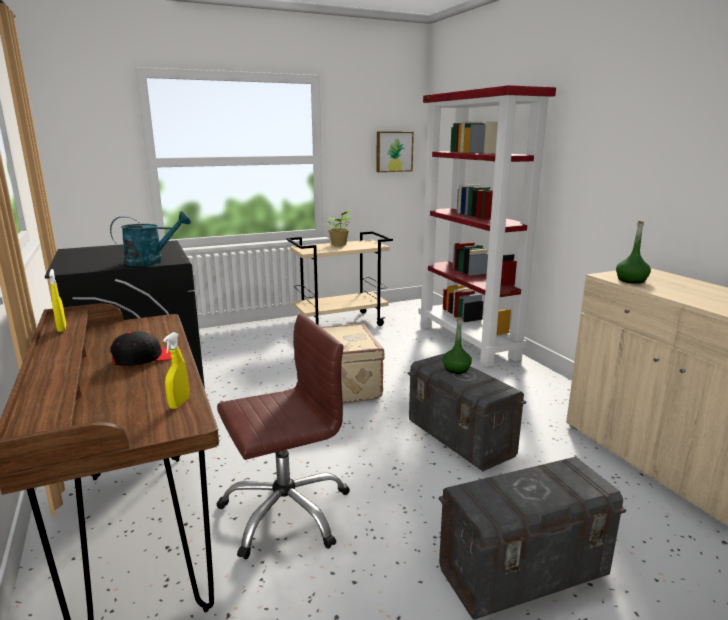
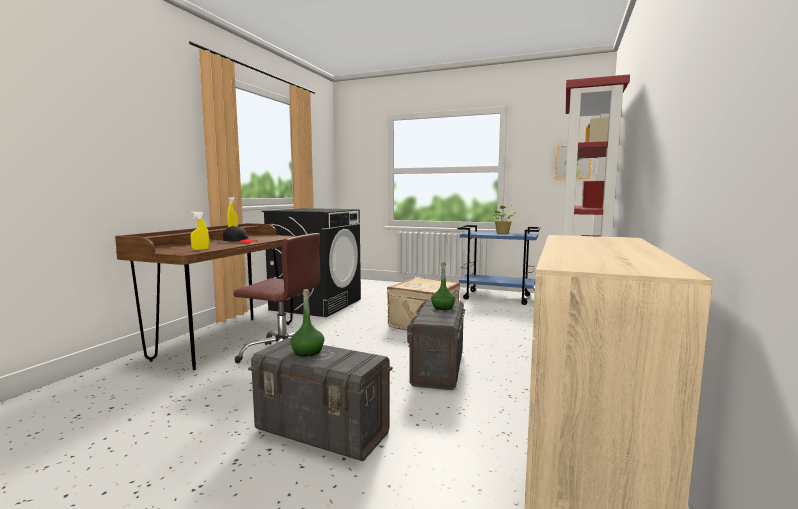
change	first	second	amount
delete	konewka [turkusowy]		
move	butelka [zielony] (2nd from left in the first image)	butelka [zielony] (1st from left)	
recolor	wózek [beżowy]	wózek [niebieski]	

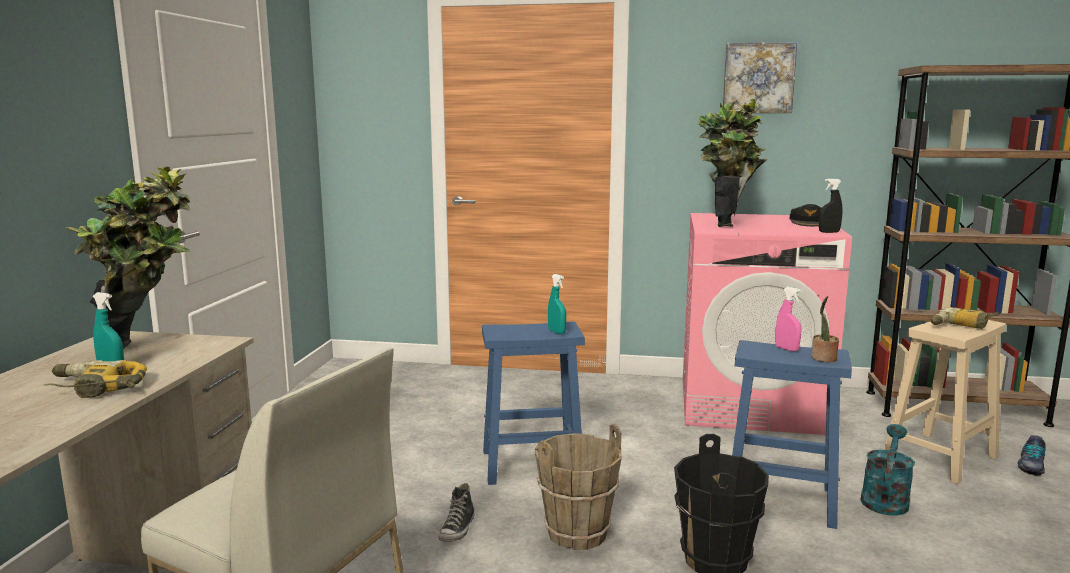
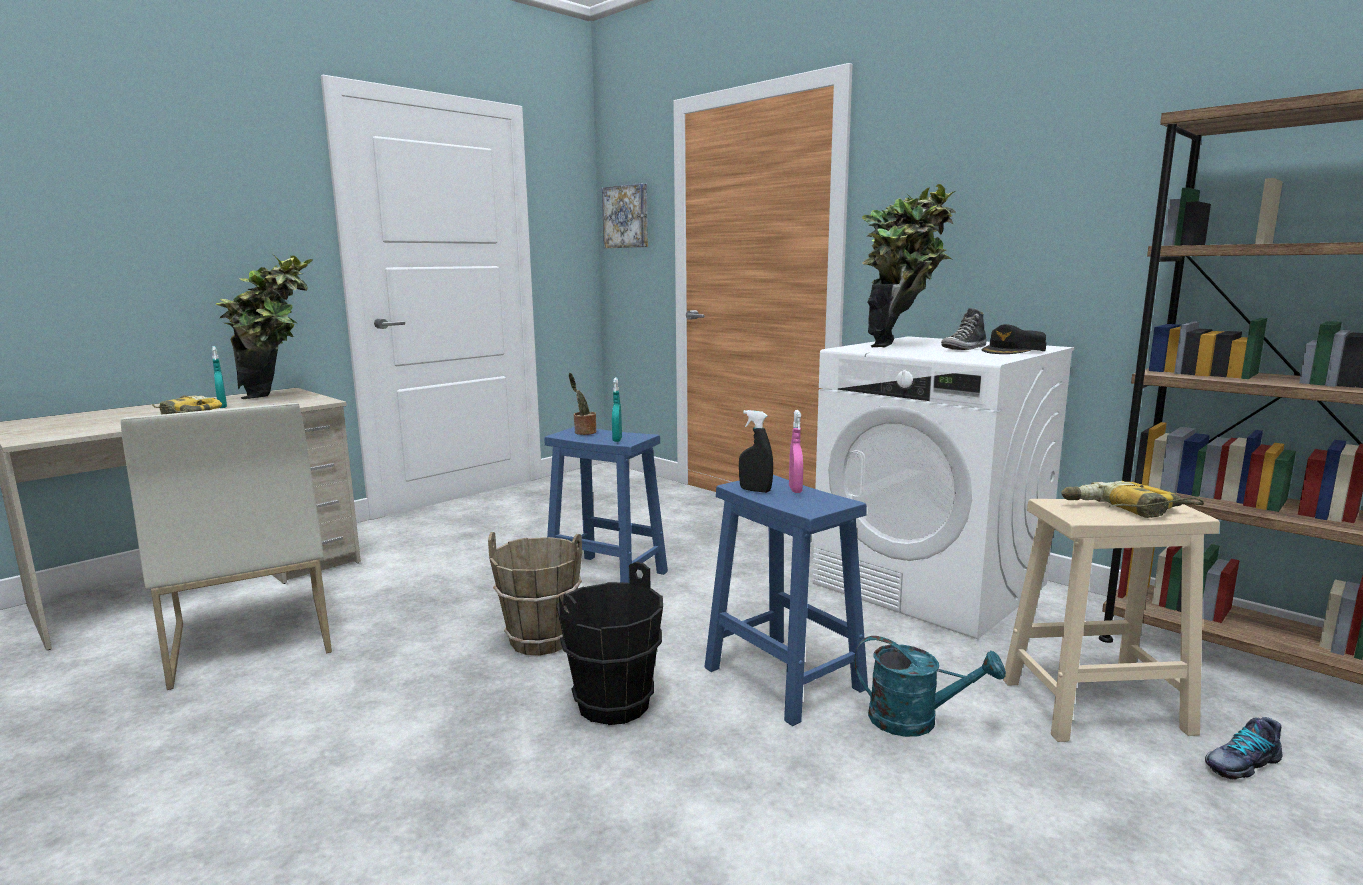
change	first	second	amount
move	obraz		
move	spryskiwacz [czarny]		
recolor	pralka [różowy]	pralka [biały]	
move	roślina doniczkowa (3rd from left in the first image)	roślina doniczkowa (2nd from left)	
rotate	konewka [turkusowy]		45 degrees clockwise
move	but (1st from left)		

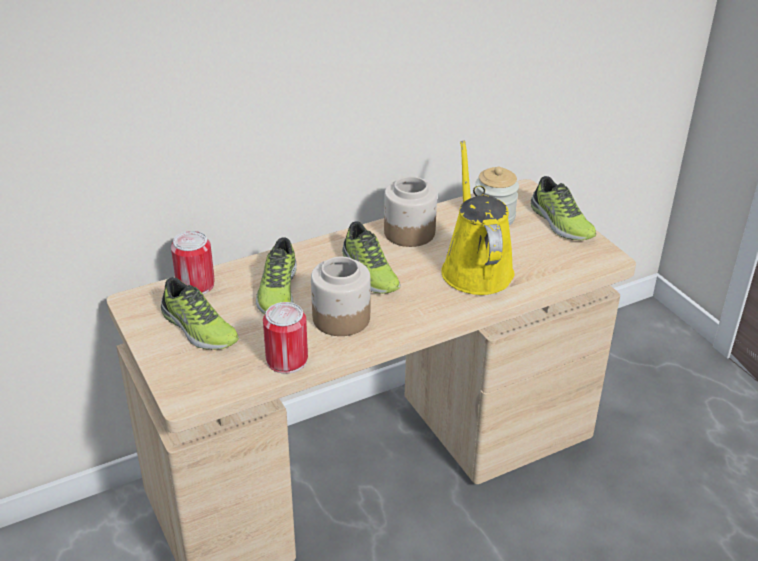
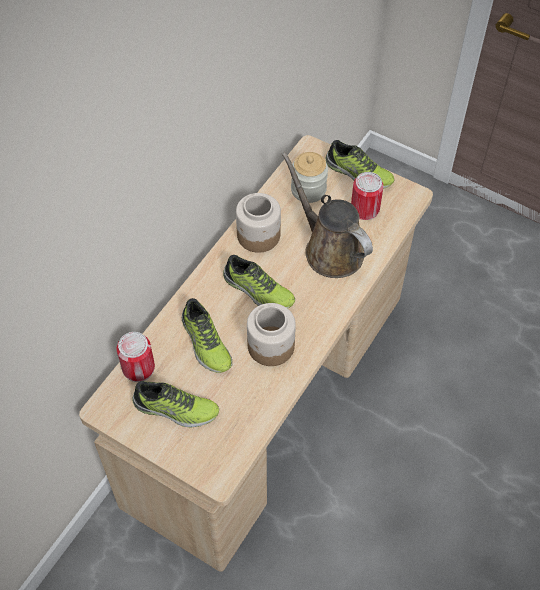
change	first	second	amount
recolor	konewka [żółty]	konewka [brązowy]	
move	puszka (2nd from left)		

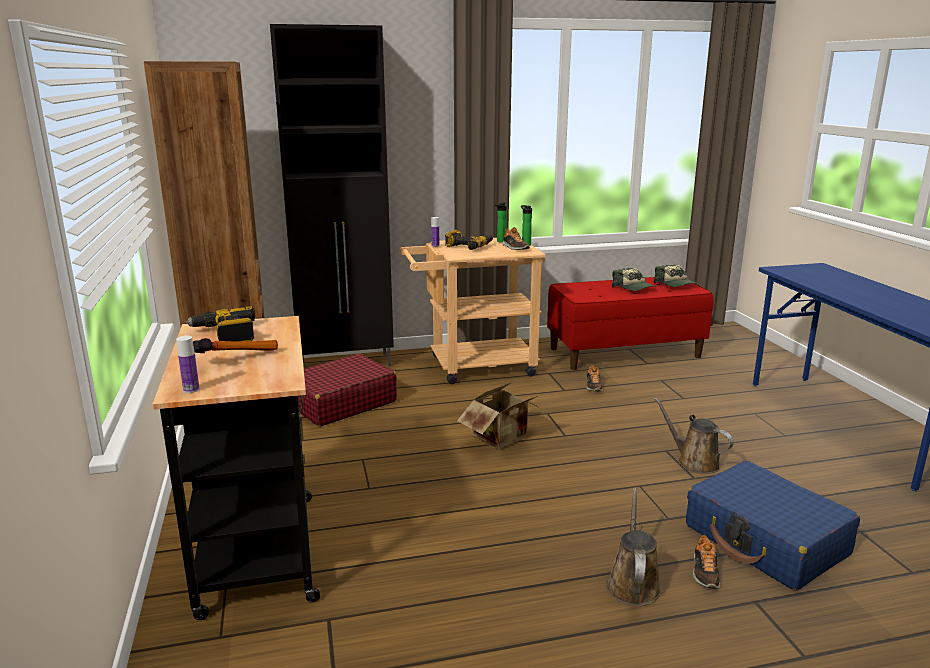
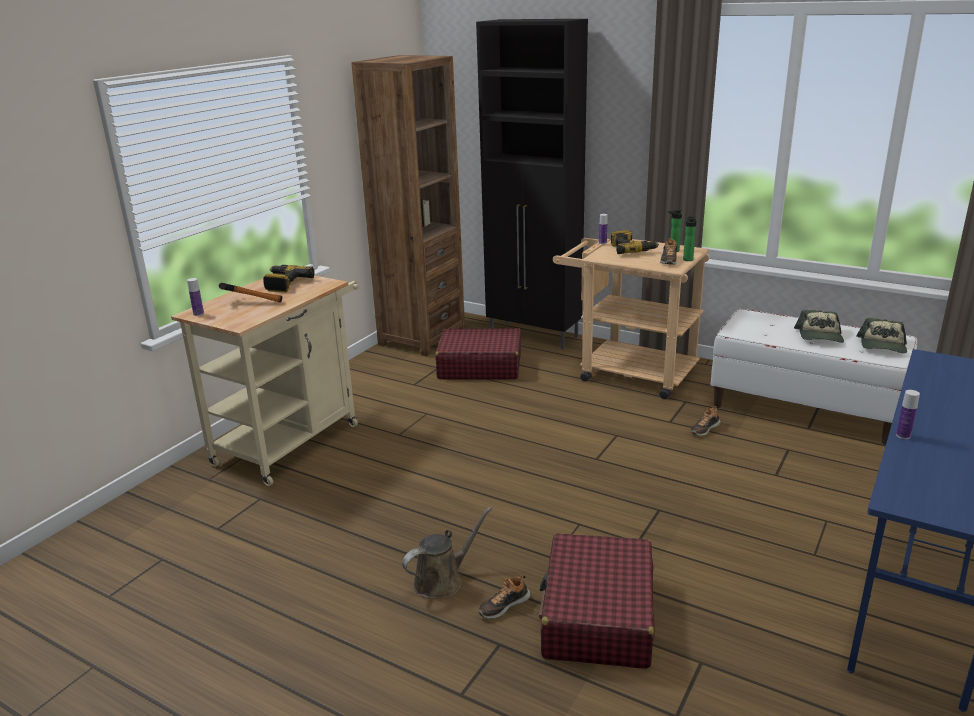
change	first	second	amount
recolor	ławka [czerwony]	ławka [biały]	
recolor	wózek [czarny]	wózek [beżowy] (1st from left)	
delete	karton		
delete	konewka [brązowy] (2nd from left)		
recolor	walizka [niebieski]	walizka [czerwony] (2nd from left)	
insert		butelka (5th from left)	

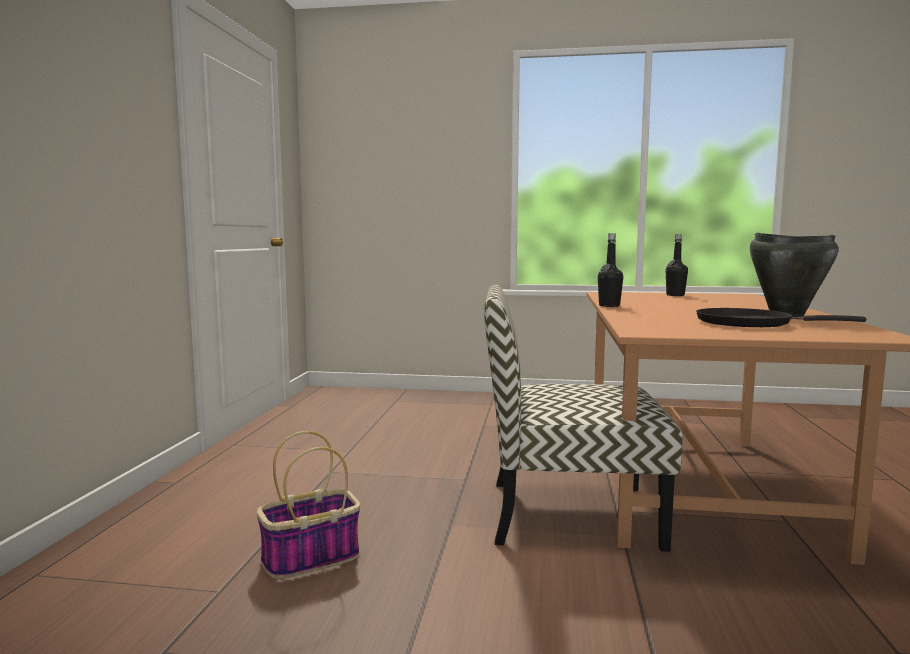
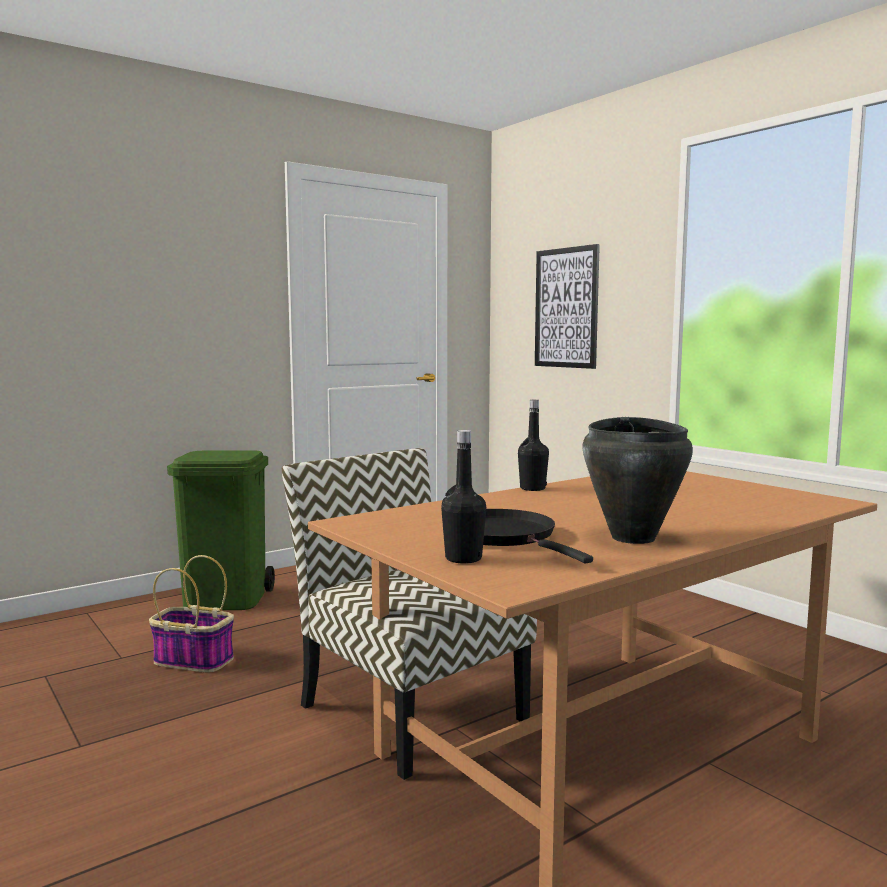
change	first	second	amount
move	butelka [czarny] (2nd from left in the first image)	butelka [czarny] (1st from left)	
insert		obraz	
insert		kosz na śmieci [zielony]	

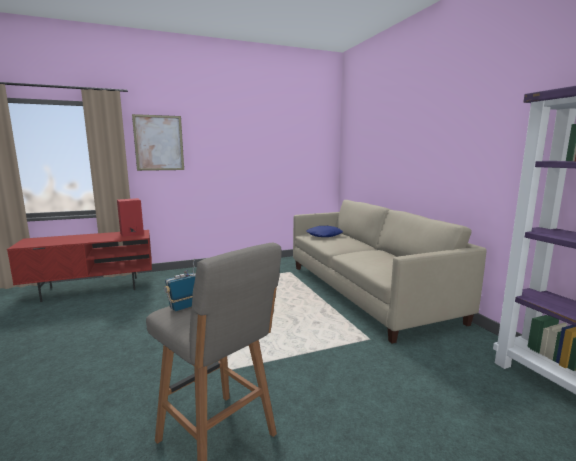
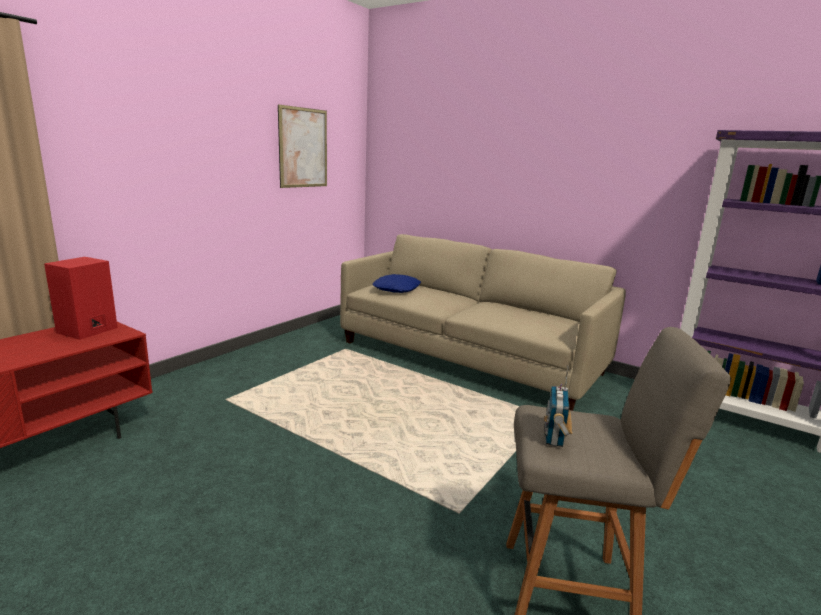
change	first	second	amount
move	obraz		

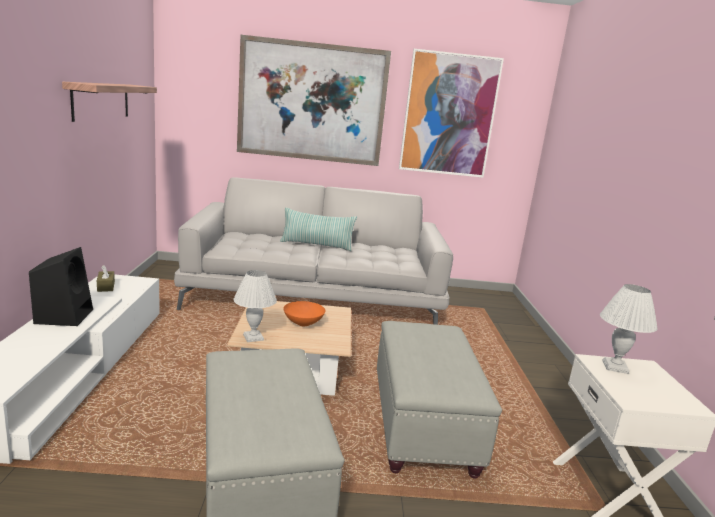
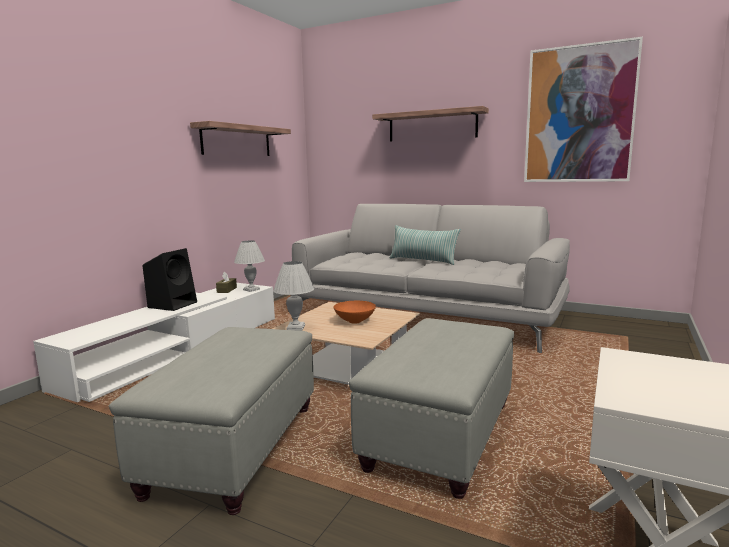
change	first	second	amount
replace	obraz (1st from left)	półka (2nd from left)	
move	lampa stołowa [biały] (2nd from left in the first image)	lampa stołowa [biały] (1st from left)	

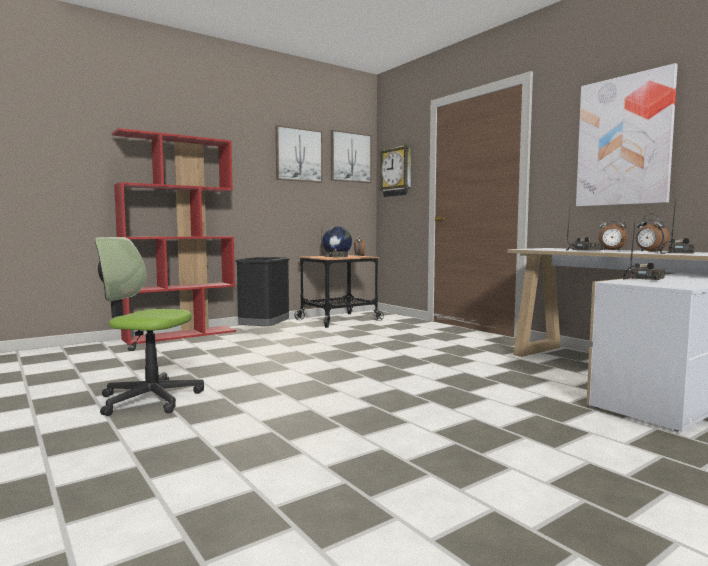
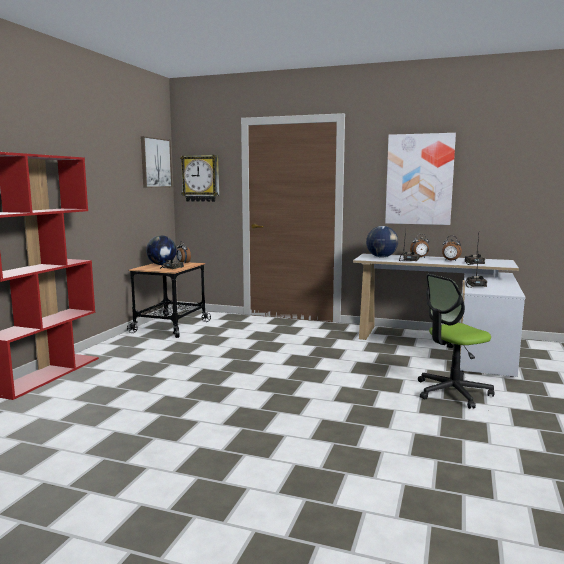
change	first	second	amount
delete	obraz (1st from left)		
move	krzesło biurowe		
delete	kosz na śmieci [czarny]		
insert		globus (2nd from left)	

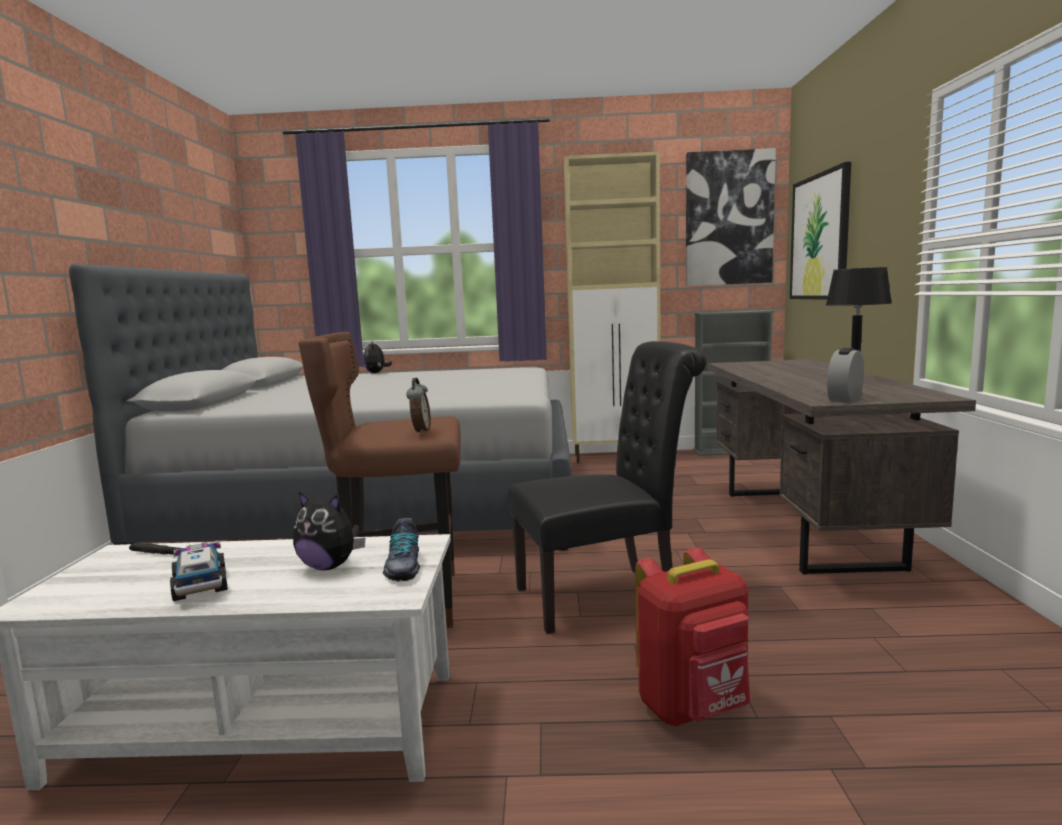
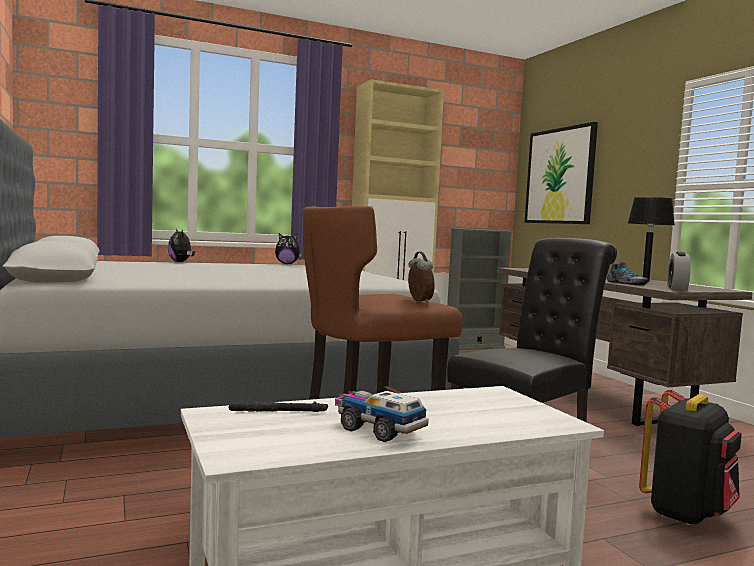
change	first	second	amount
delete	obraz (1st from left)		
move	pluszak (1st from left in the first image)	pluszak (2nd from left)	
move	but		
recolor	plecak [czerwony]	plecak [czarny]	

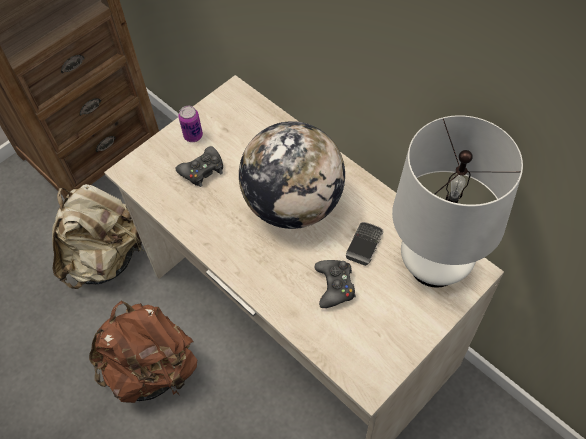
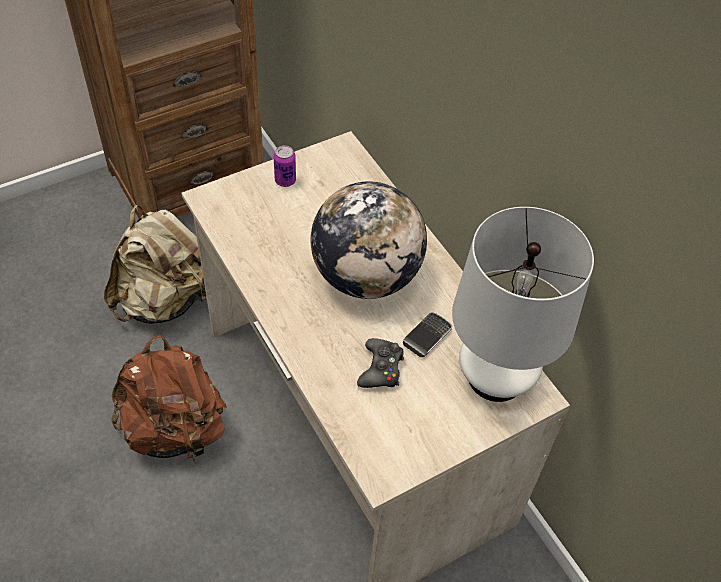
change	first	second	amount
delete	pad do gier [czarny] (1st from left)		

